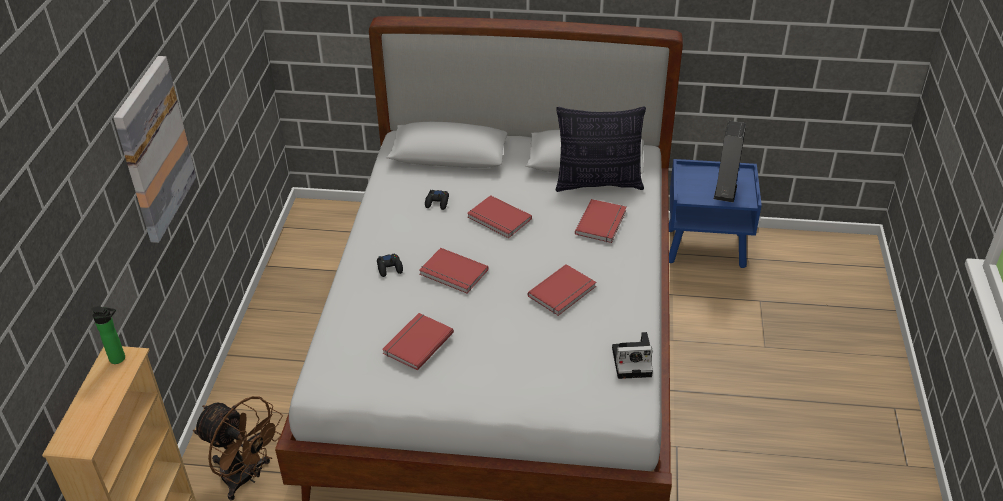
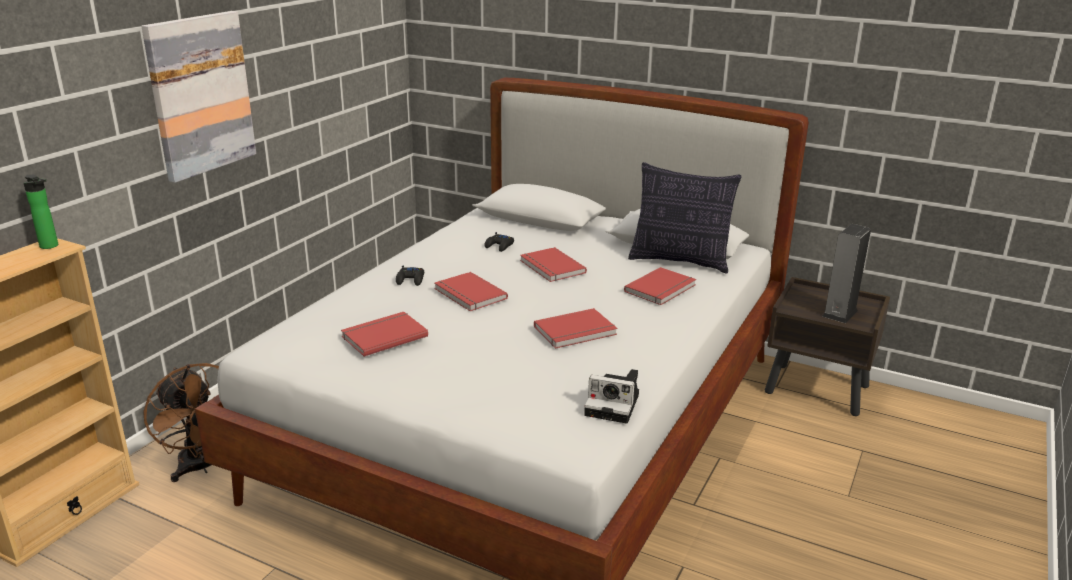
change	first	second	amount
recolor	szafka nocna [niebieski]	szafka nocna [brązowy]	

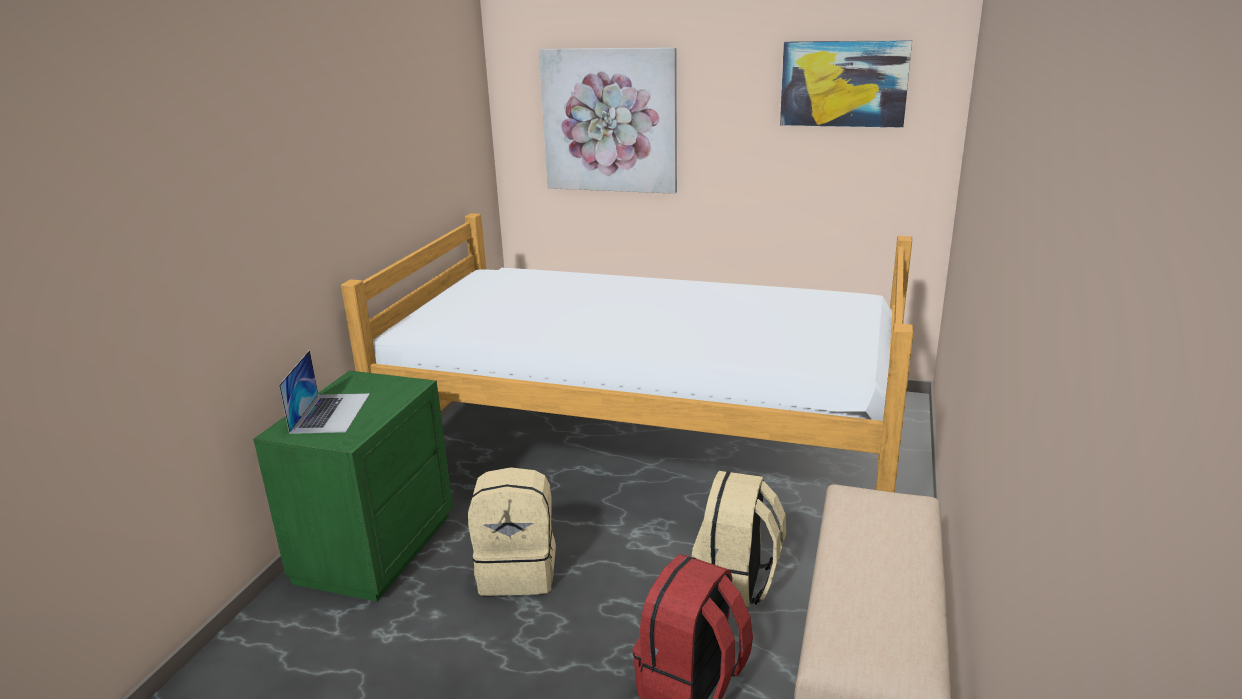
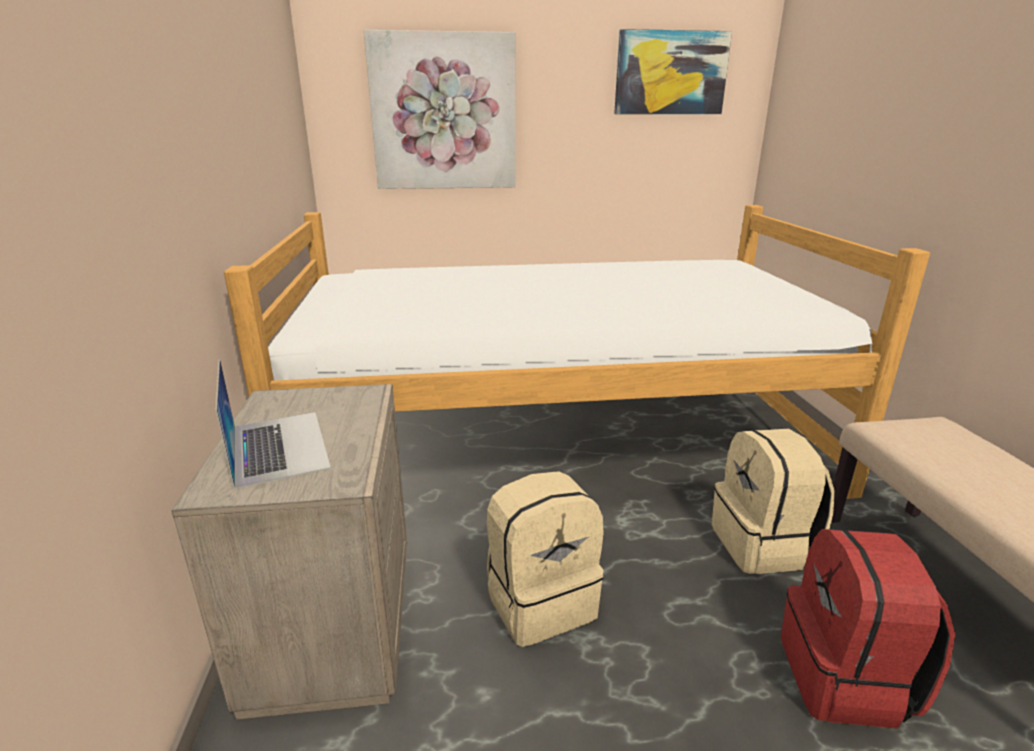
change	first	second	amount
recolor	szafka nocna [zielony]	szafka nocna [beżowy]	

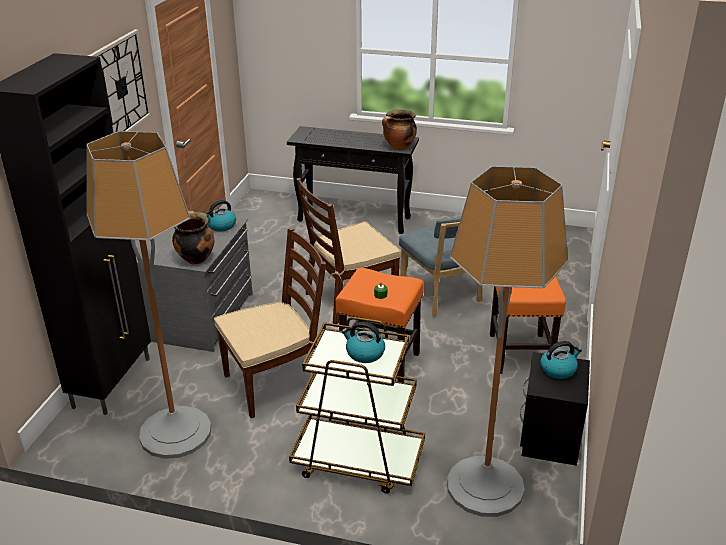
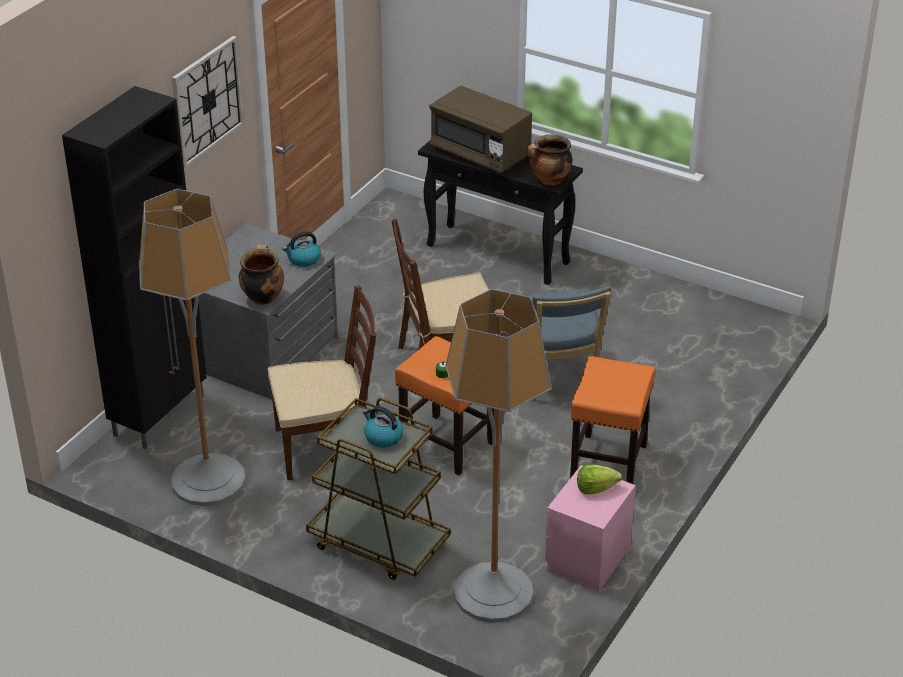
change	first	second	amount
replace	czajnik (3rd from left)	sałata	
recolor	szafka nocna [czarny]	szafka nocna [różowy]	
insert		mikrofalówka [brązowy]	

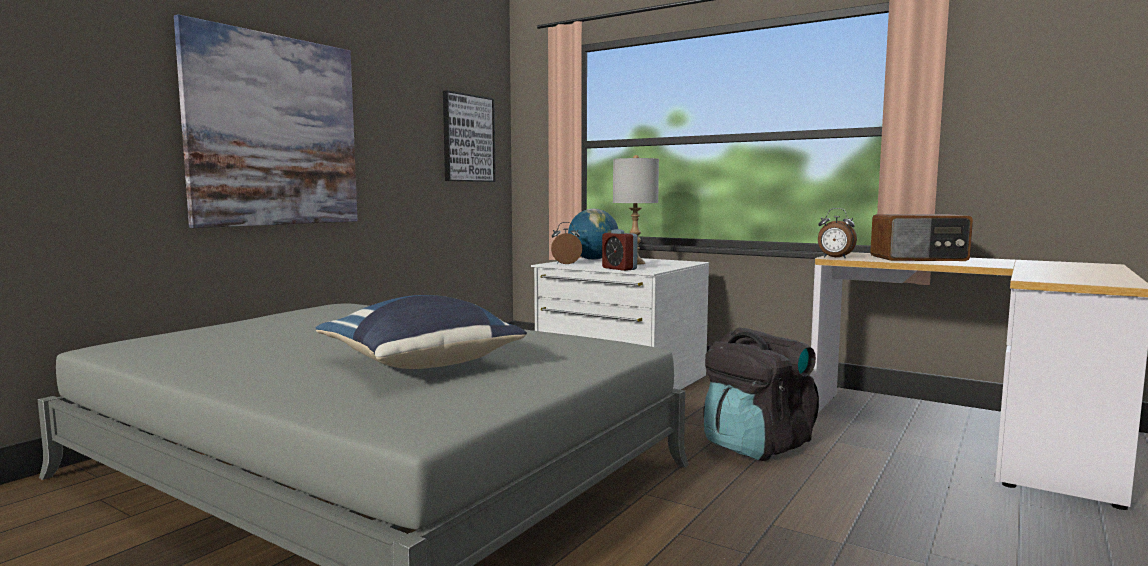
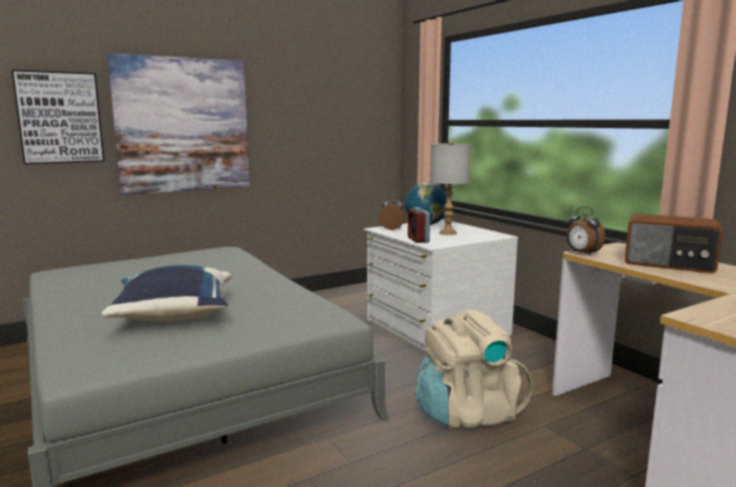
change	first	second	amount
move	obraz (2nd from left in the first image)	obraz (1st from left)	
recolor	plecak [czarny]	plecak [beżowy]	

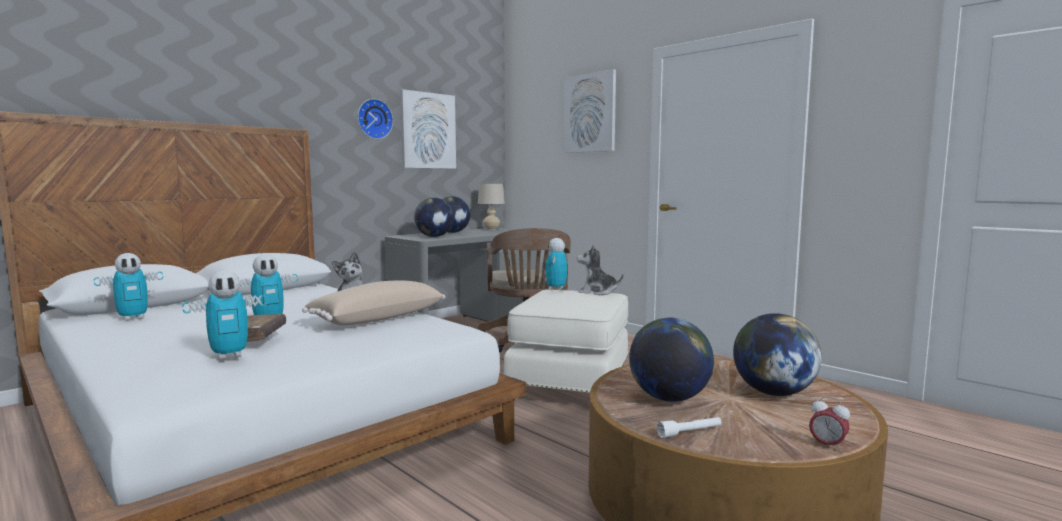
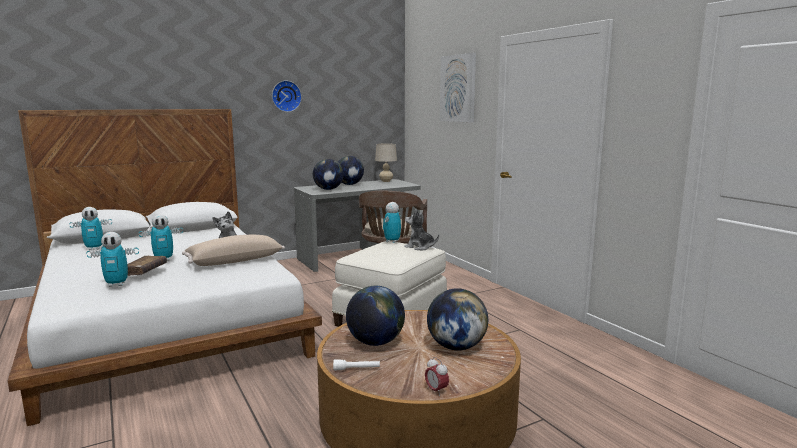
change	first	second	amount
delete	obraz (1st from left)		

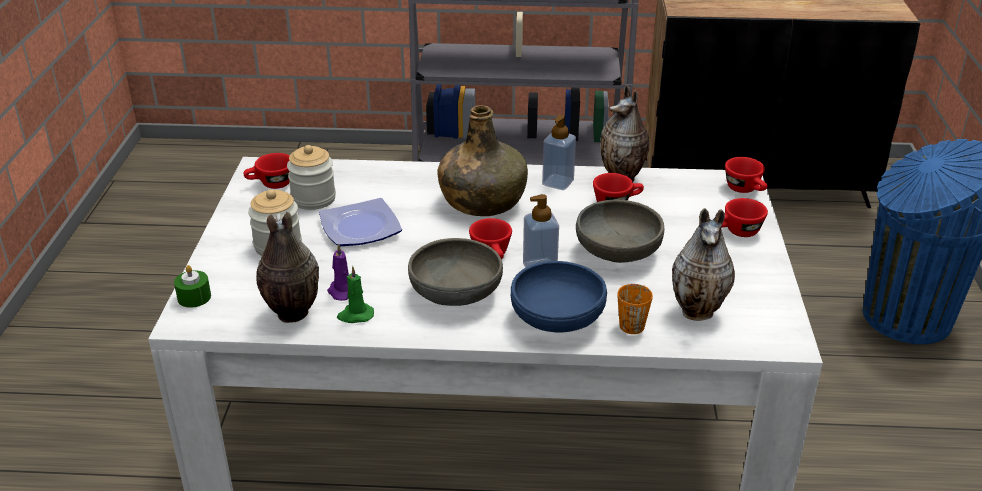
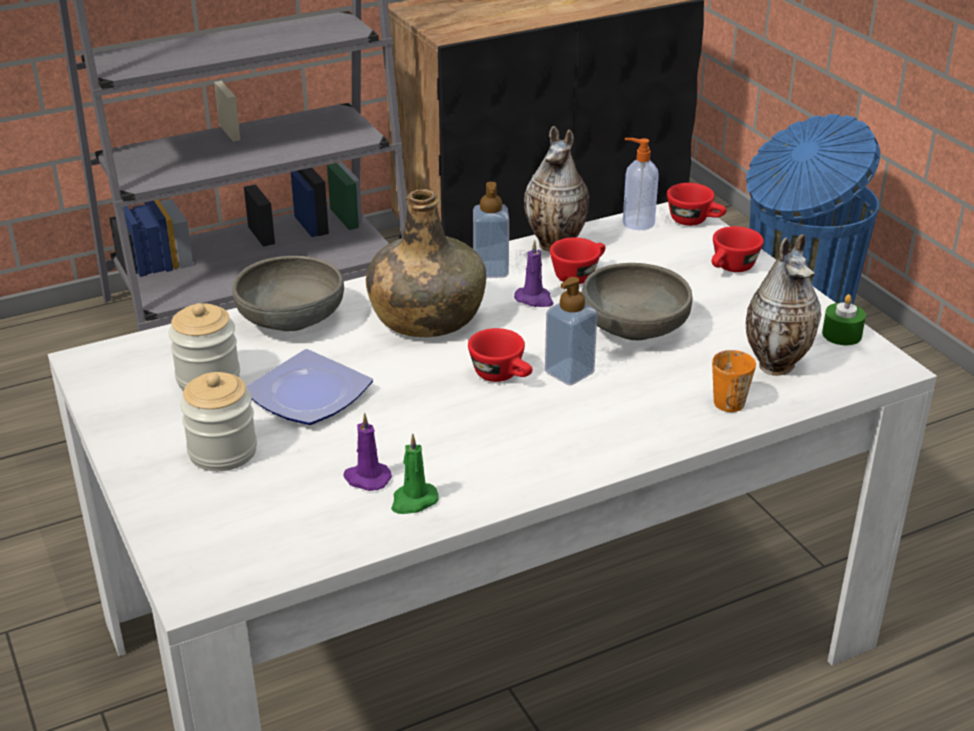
change	first	second	amount
delete	filiżanka [czerwony] (1st from left)		
delete	wazon (1st from left)		
move	miska [szary] (1st from left)		
delete	miska [niebieski]		
move	świeca [zielony] (1st from left in the first image)	świeca [zielony] (2nd from left)	
insert		dozownik mydła (3rd from left)	
insert		świeca [fioletowy] (2nd from left)	

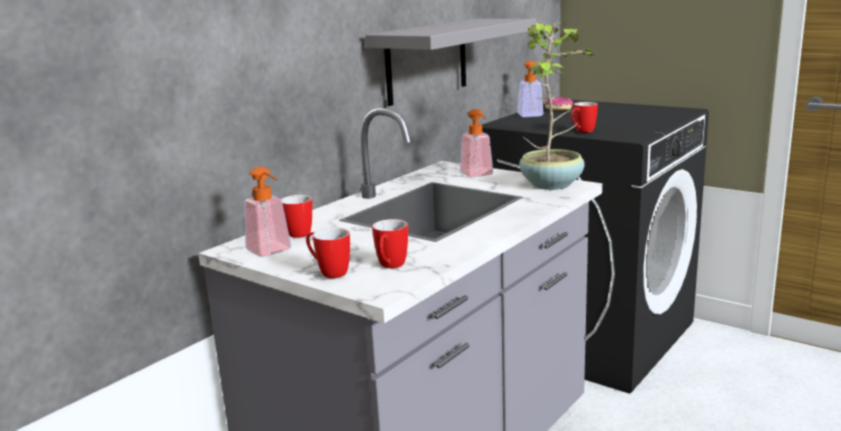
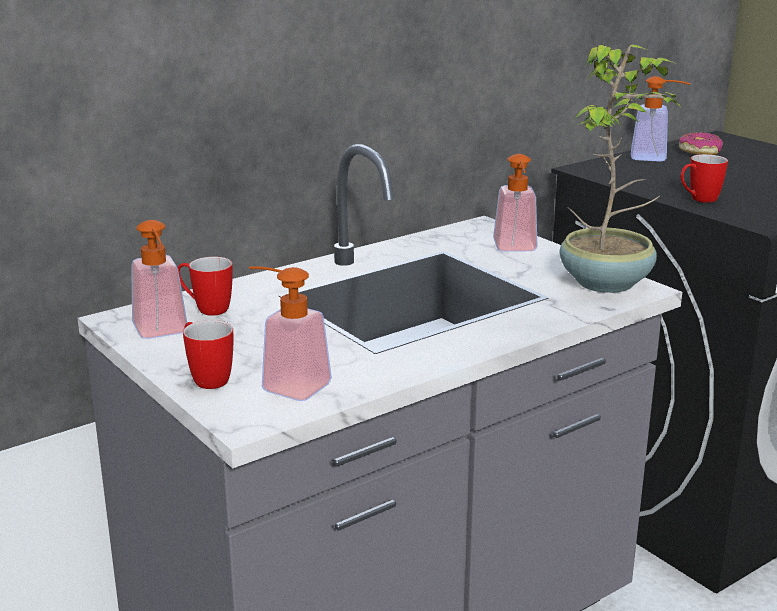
change	first	second	amount
delete	półka [szary]		
replace	kubek (3rd from left)	dozownik mydła (2nd from left)	

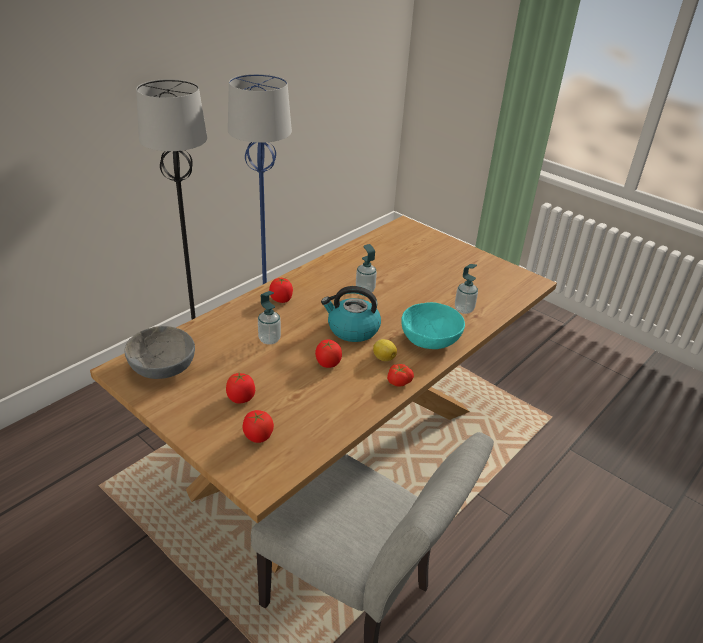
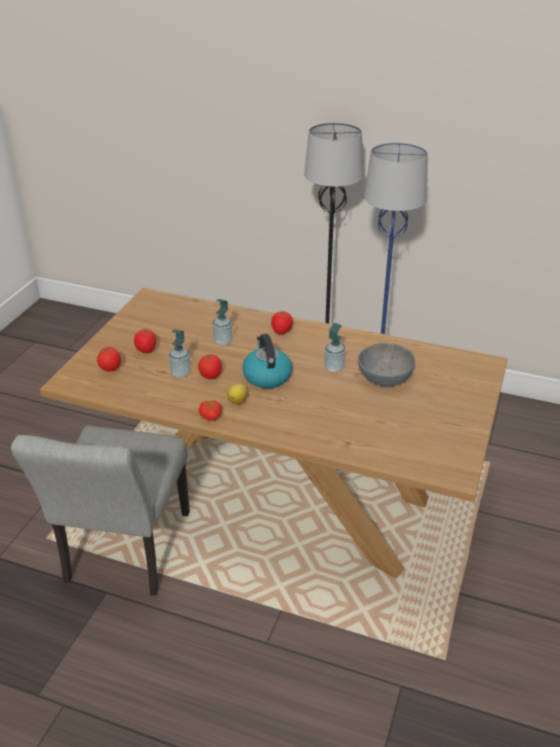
change	first	second	amount
move	dozownik mydła (3rd from left in the first image)	dozownik mydła (1st from left)	
delete	miska [turkusowy]		
move	miska [szary]		

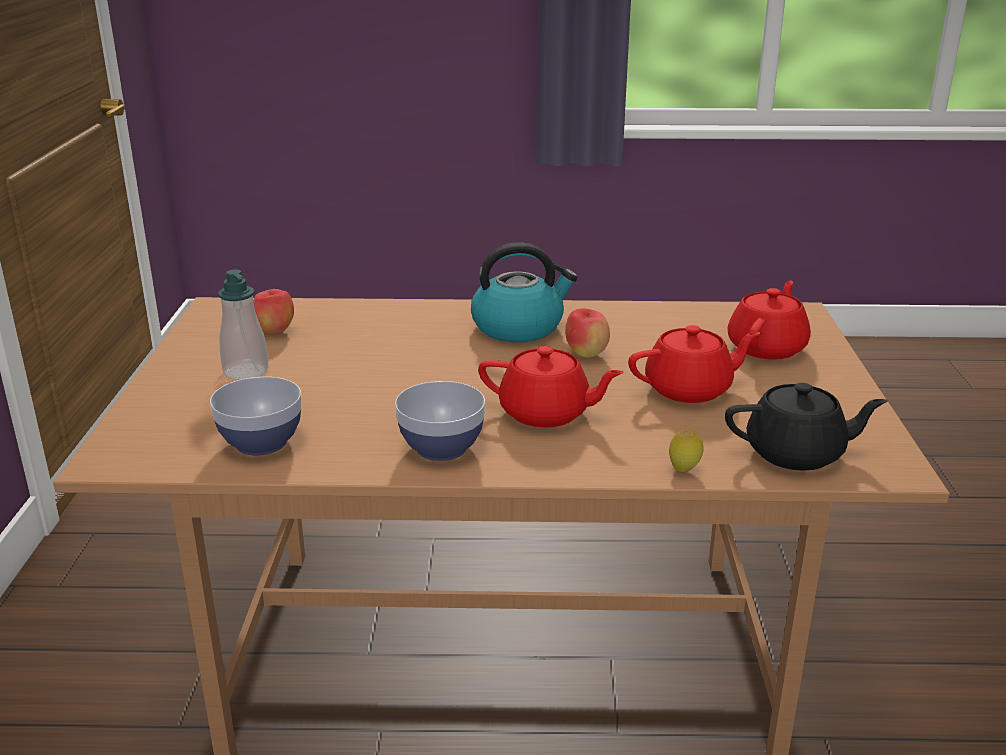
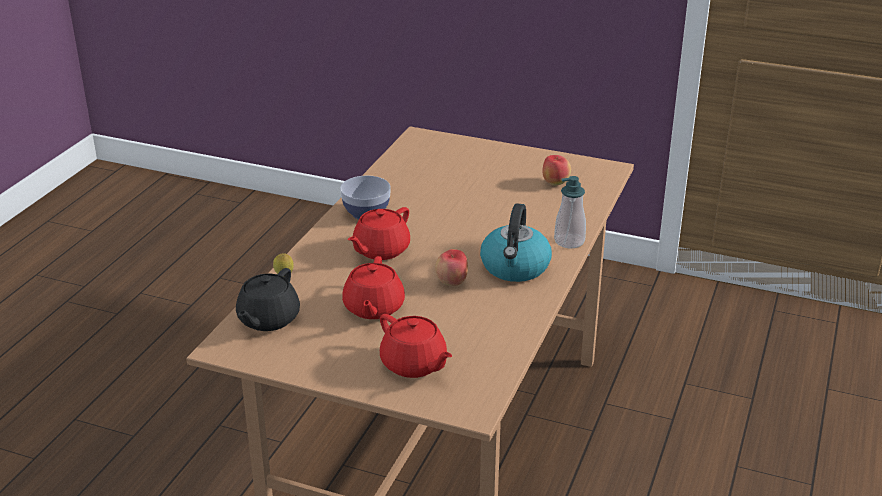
change	first	second	amount
move	dozownik mydła		
delete	miska (1st from left)		

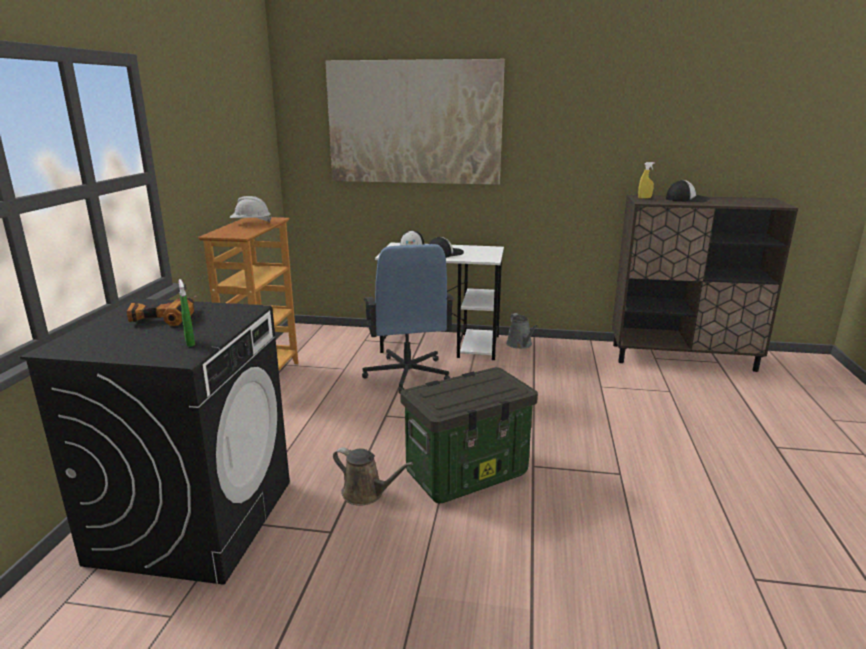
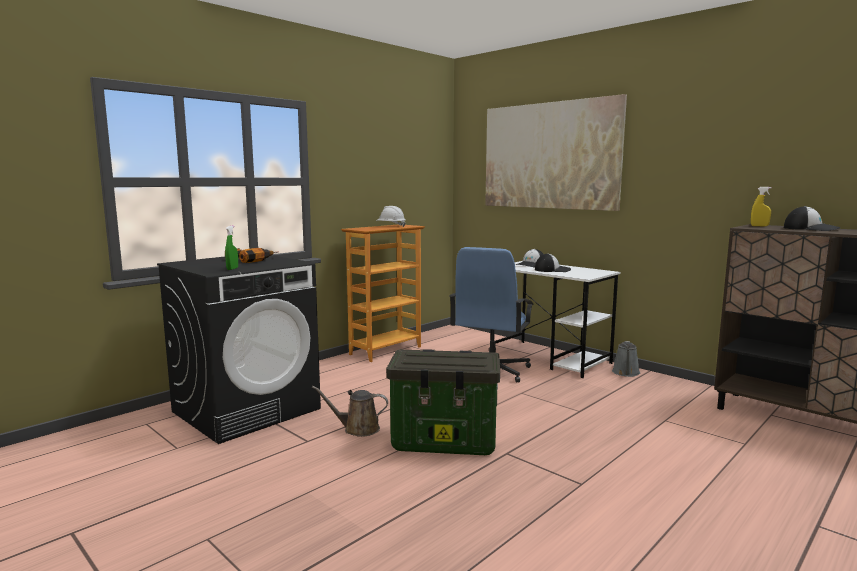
change	first	second	amount
rotate	konewka [brązowy]		120 degrees clockwise

